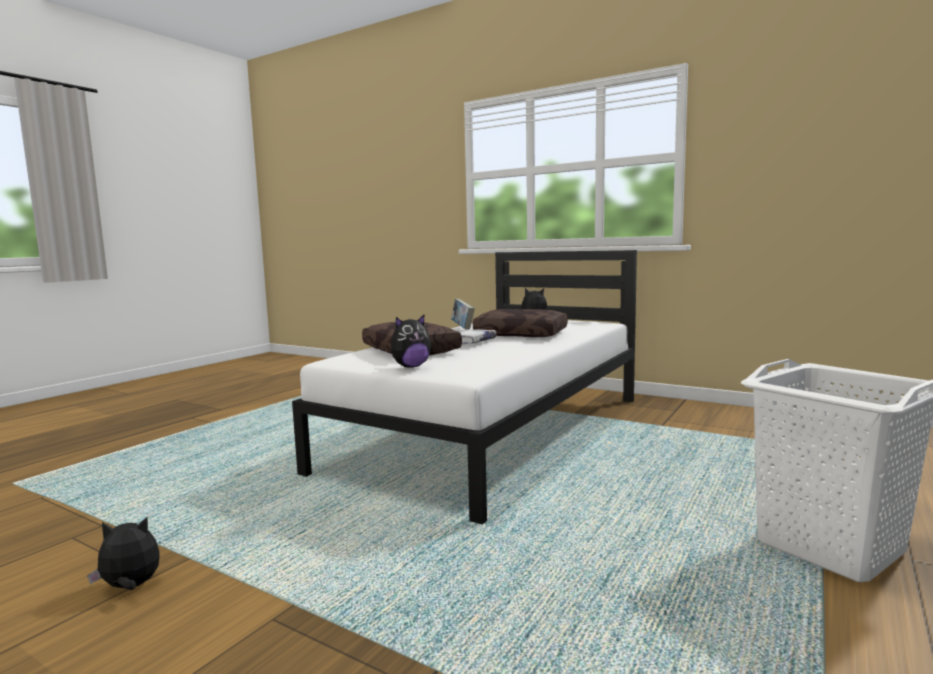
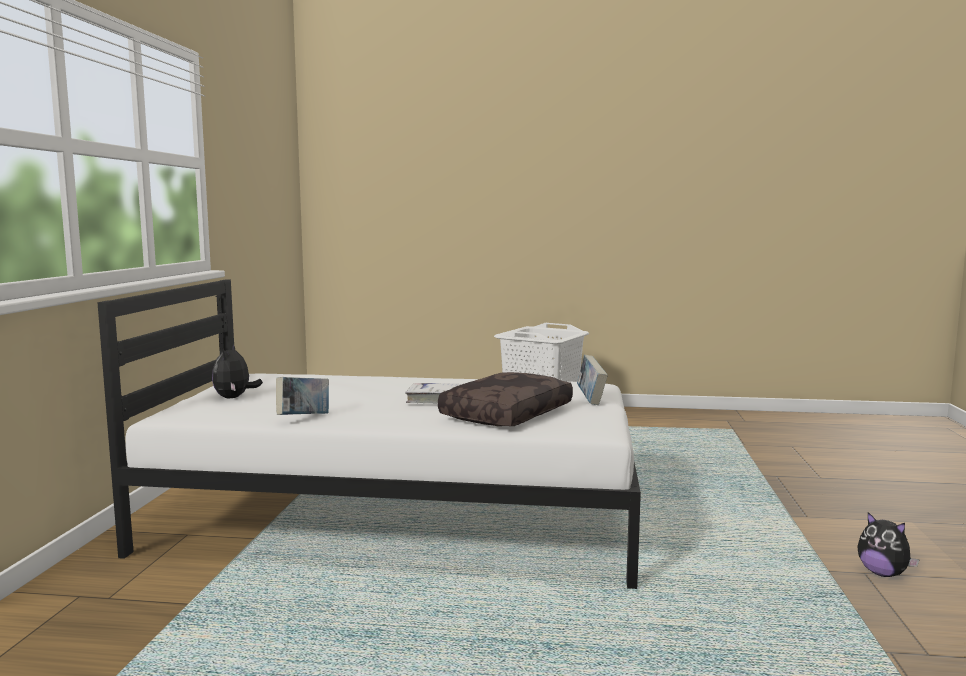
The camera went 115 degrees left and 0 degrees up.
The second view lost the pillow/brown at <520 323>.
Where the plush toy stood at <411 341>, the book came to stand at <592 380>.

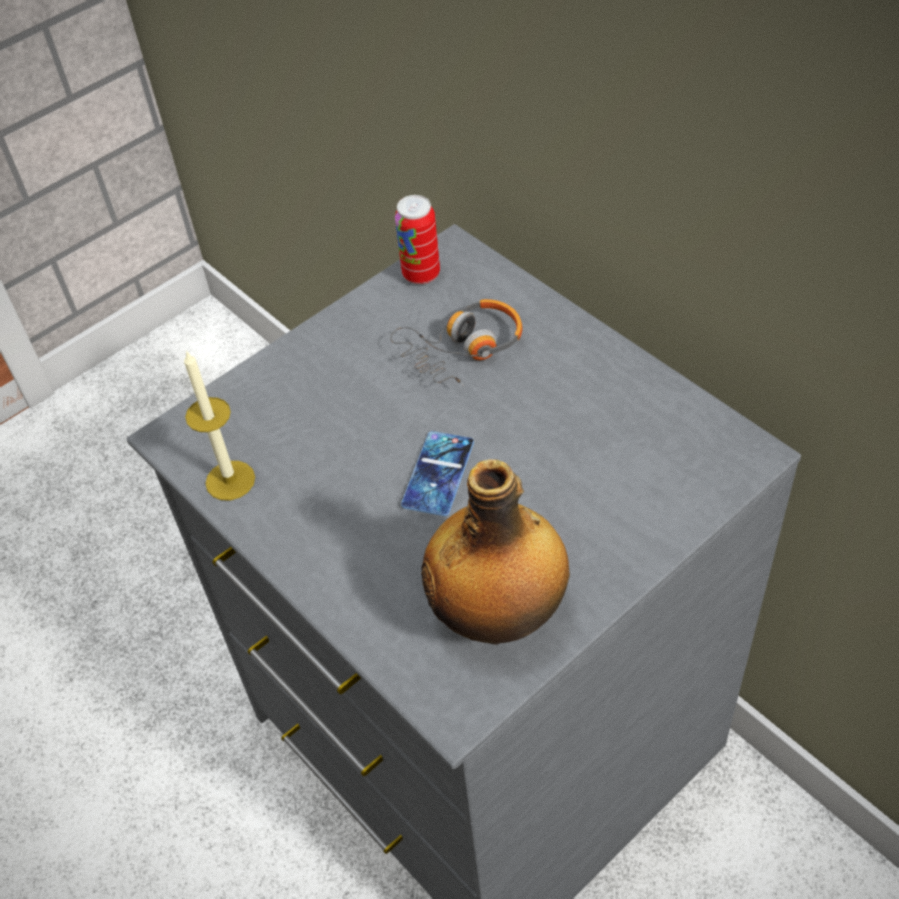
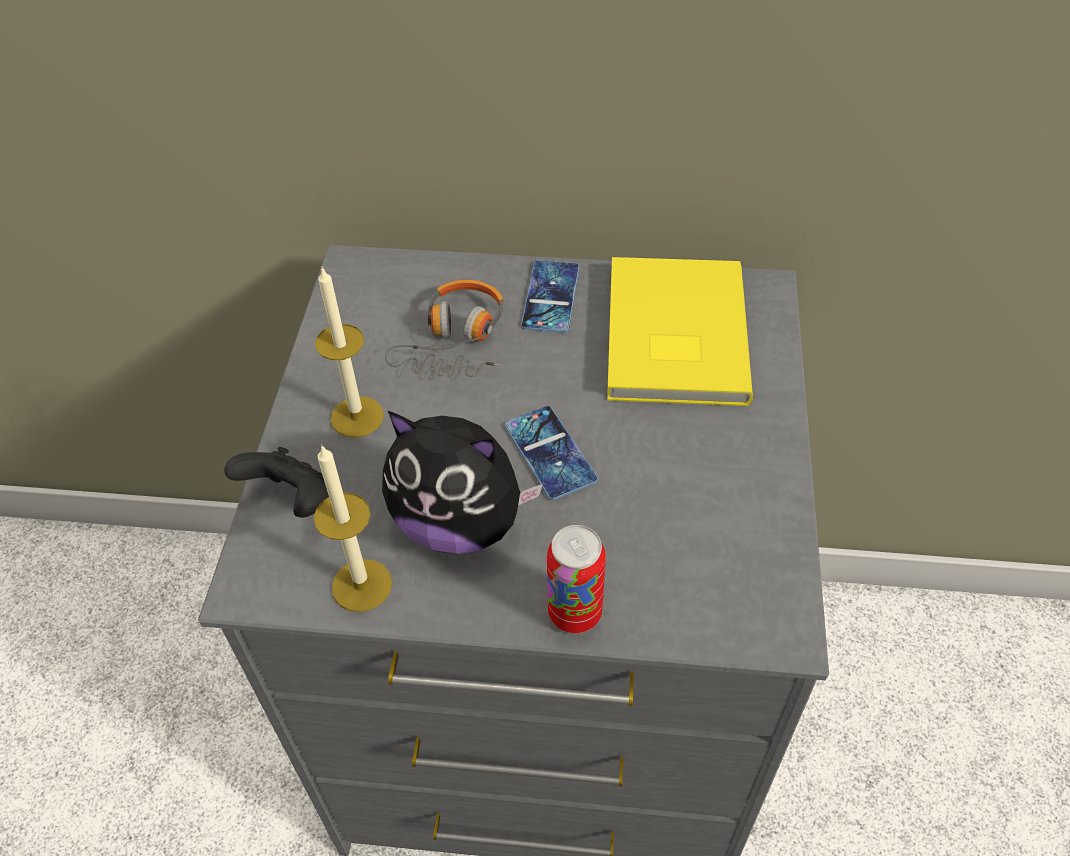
The camera went 45 degrees left and 0 degrees up.
The can ended up elsewhere, having gone from <417 240> to <576 579>.
The second view lost the bottle at <495 552>.
The second view gained the book/yellow at <680 331>.
The second view gained the phone at <550 296>.
The second view gained the candle at <349 352>.
The second view gained the plush toy at <462 482>.
The second view gained the game controller/black at <276 482>.

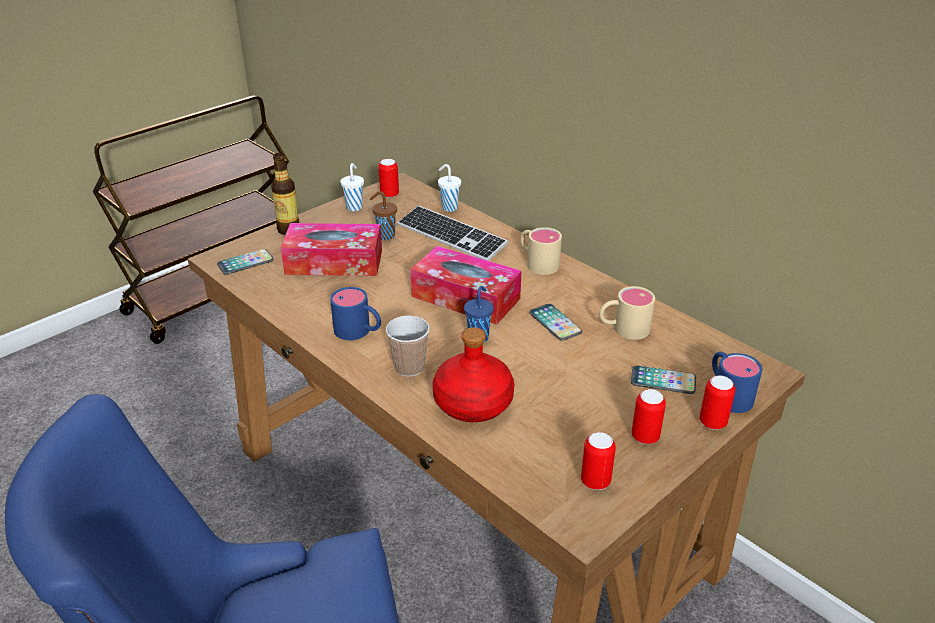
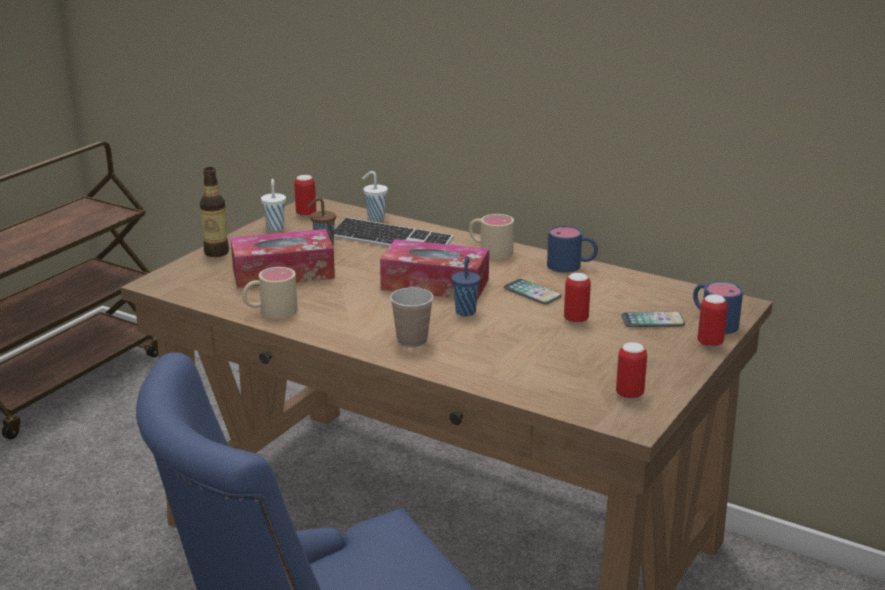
The camera went 15 degrees left and 10 degrees down.
The second view lost the phone at <245 262>.
The mug/beige ended up elsewhere, having gone from <627 313> to <270 292>.
The mug/blue ended up elsewhere, having gone from <355 313> to <572 249>.
The second view lost the bottle/red at <473 374>.
The can ended up elsewhere, having gone from <649 416> to <577 298>.

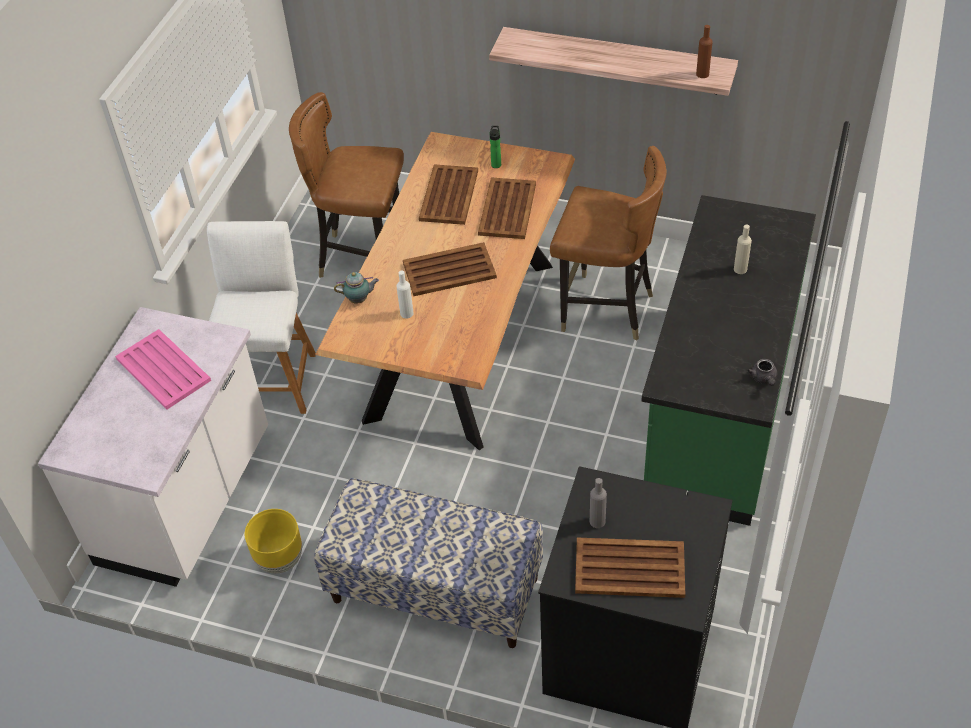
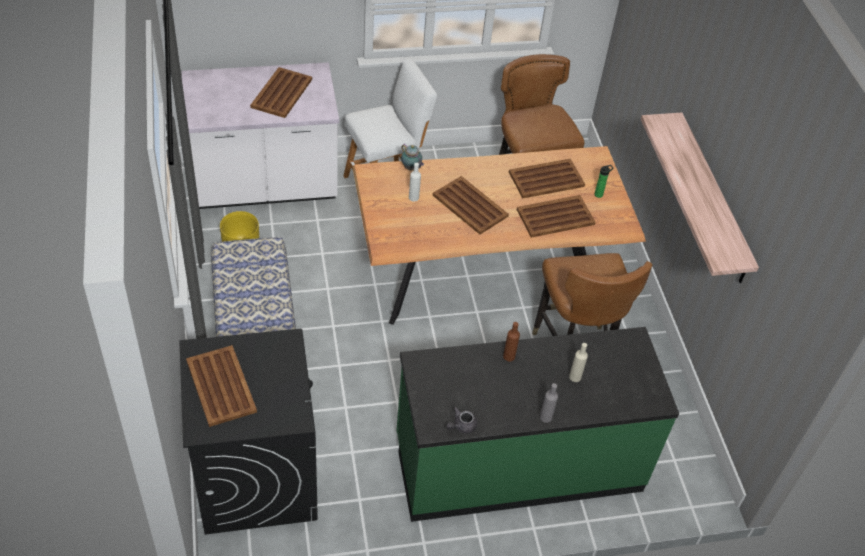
The camera went 55 degrees right and 0 degrees up.
The bottle/brown ended up elsewhere, having gone from <704 51> to <511 341>.
What was the tray/pink at <163 369> turned into the tray/brown at <281 92>.
The bottle/grey ended up elsewhere, having gone from <598 503> to <549 403>.

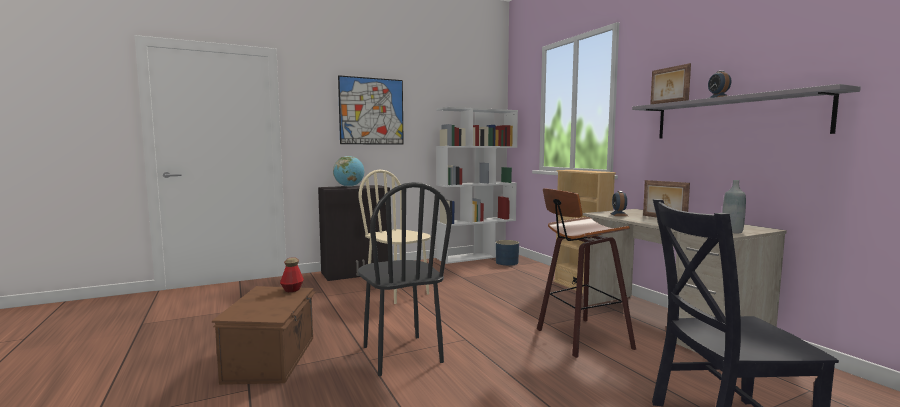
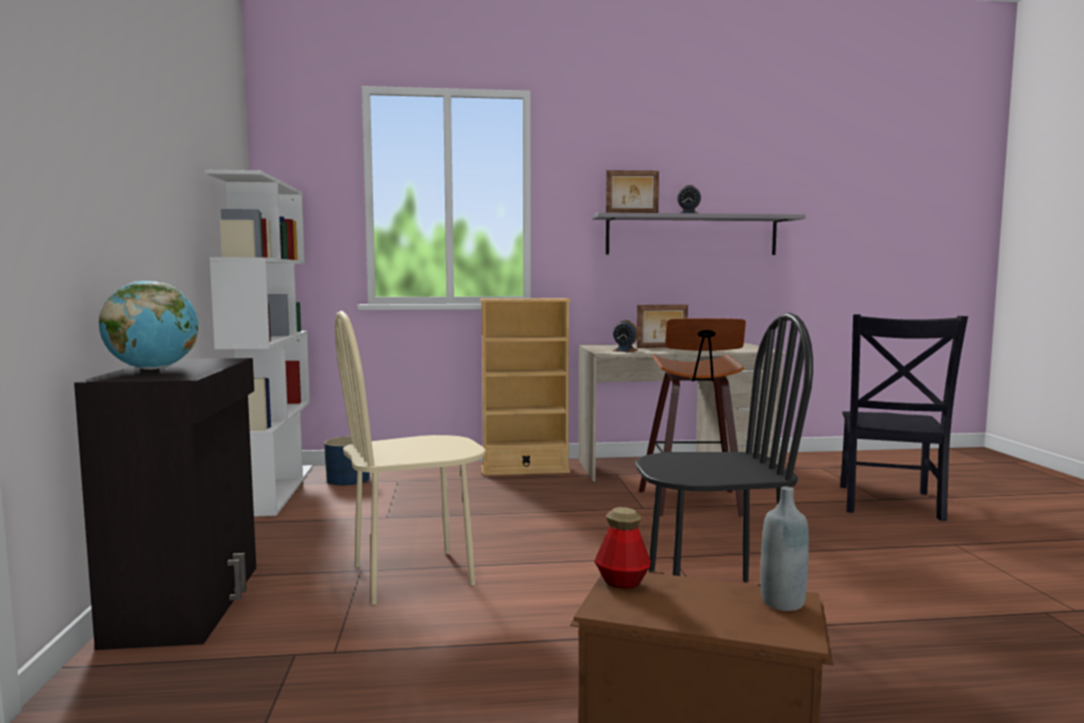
The camera went 70 degrees left and 0 degrees up.
The second view lost the picture at <371 110>.
The bottle/grey ended up elsewhere, having gone from <734 206> to <785 549>.

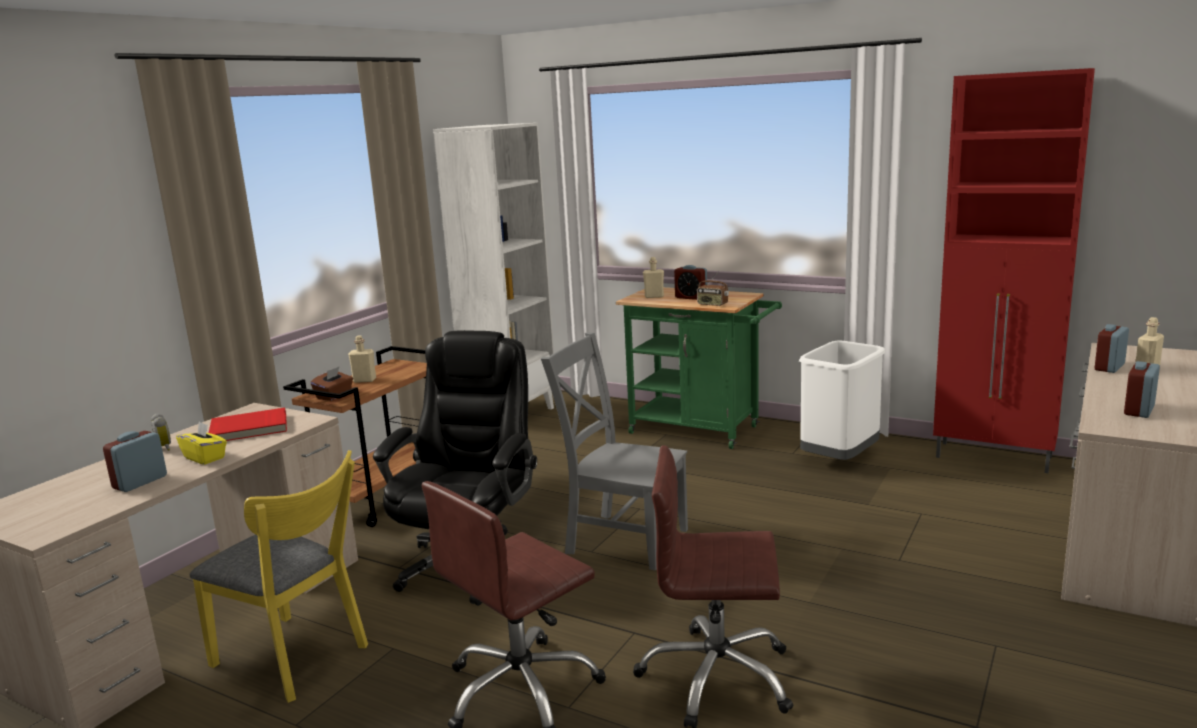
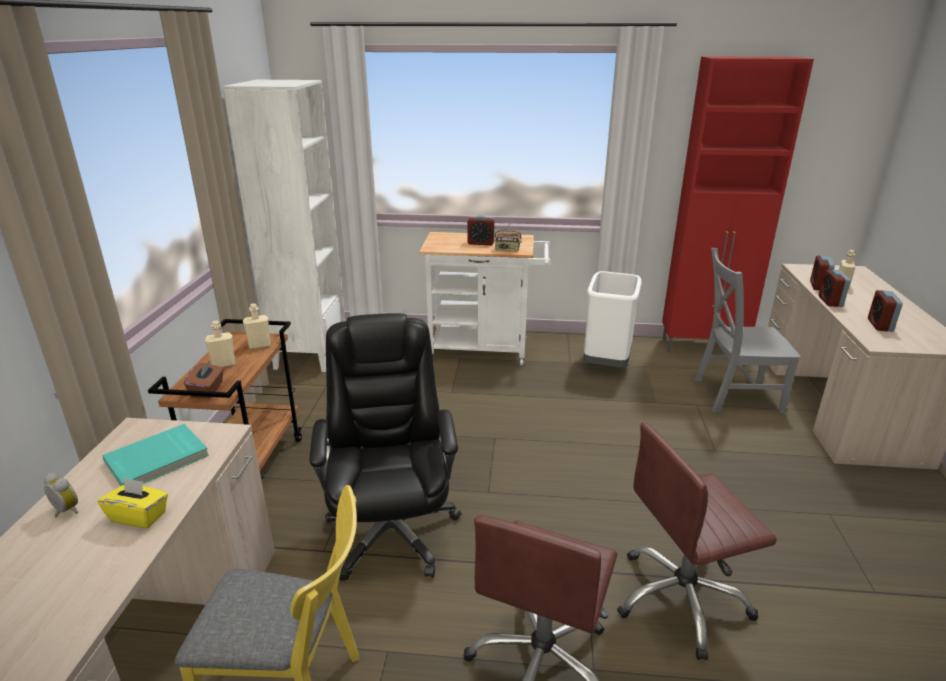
The camera went 25 degrees left and 10 degrees up.
The bottle/beige ended up elsewhere, having gone from <653 277> to <257 326>.
What was the cart/green at <699 368> turned into the cart/white at <485 299>.
The chair/grey ended up elsewhere, having gone from <614 451> to <748 330>.
What was the book/red at <248 424> turned into the book/turquoise at <155 455>.
The alarm clock ended up elsewhere, having gone from <135 461> to <835 288>.

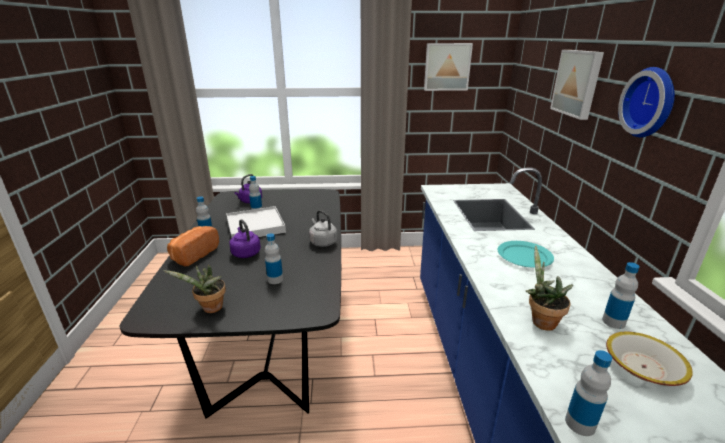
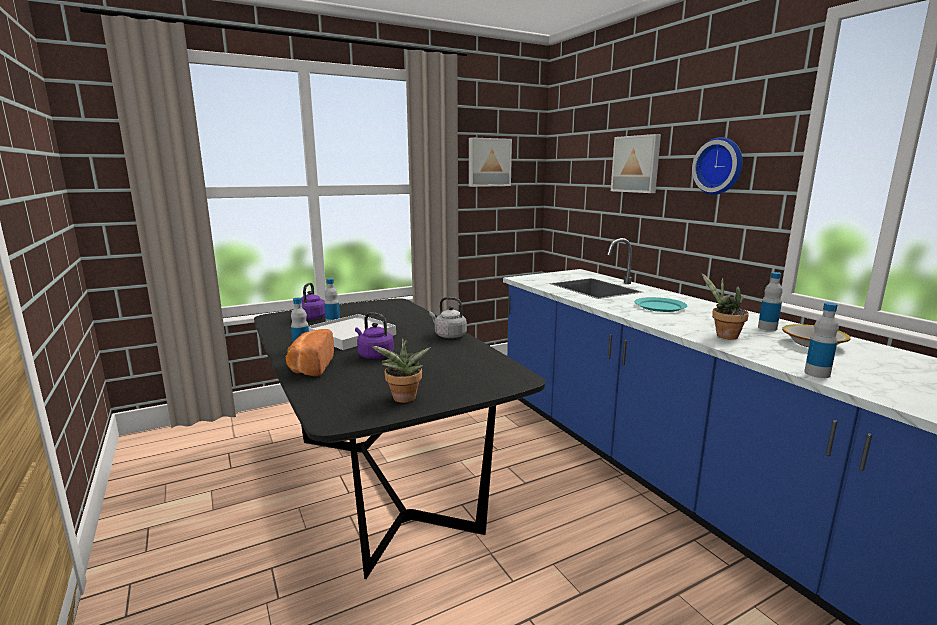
The camera went 25 degrees left and 10 degrees down.
The second view lost the bottle at <274 258>.

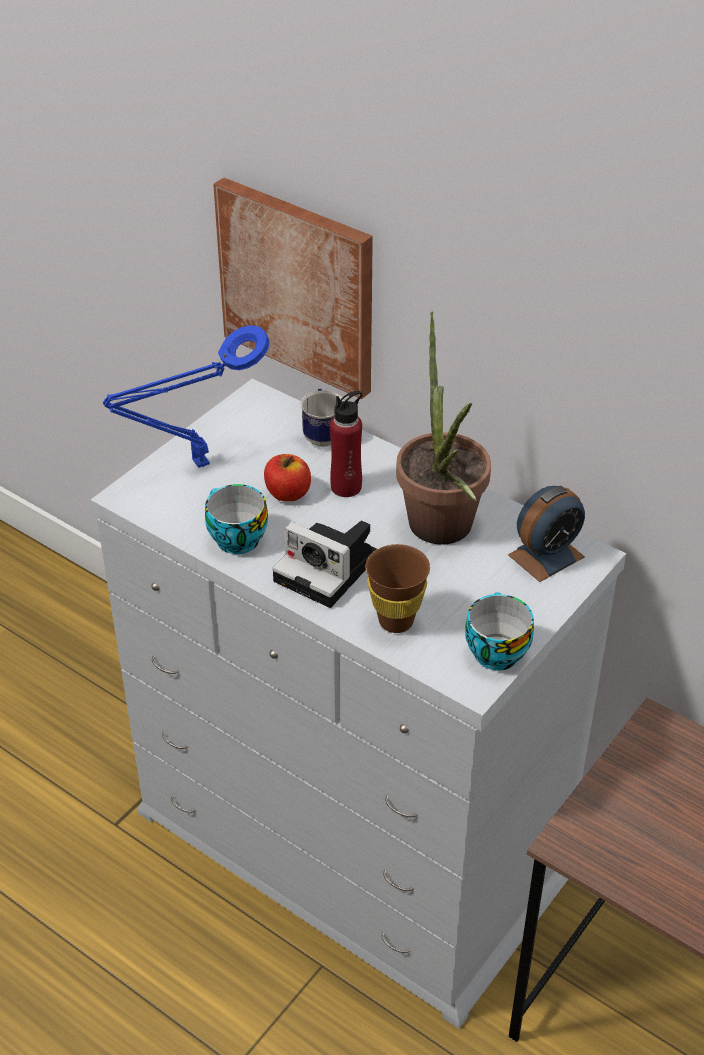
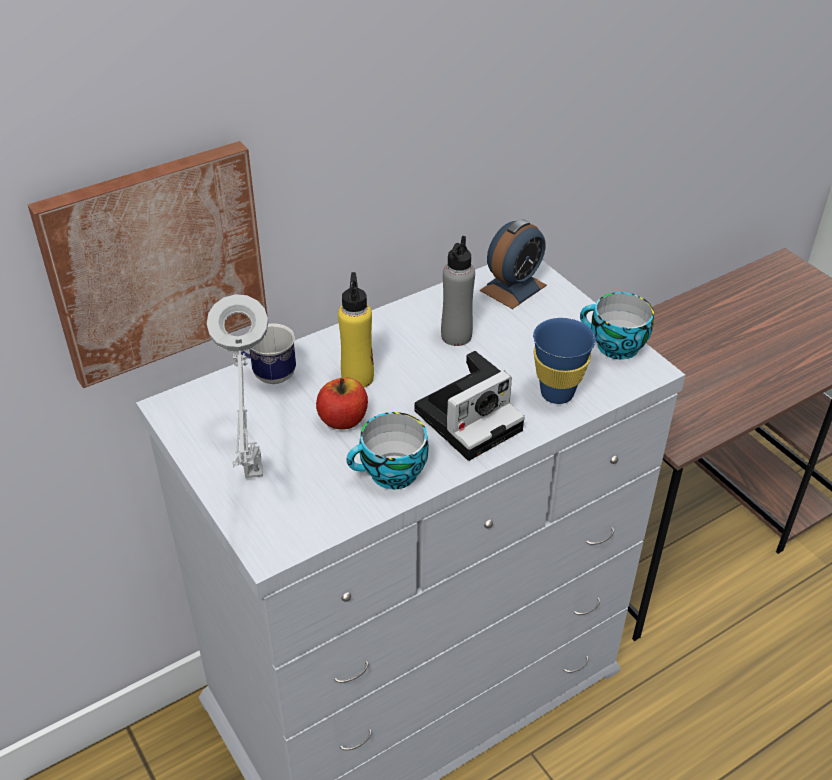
The camera went 70 degrees left and 0 degrees up.
Where the potted plant stood at <443 428>, the bottle/grey came to stand at <458 291>.
What was the table lamp/blue at <186 396> turned into the table lamp/grey at <237 386>.
What was the bottle/red at <346 444> turned into the bottle/yellow at <356 330>.
The alarm clock at <546 534> ended up facing another way, 60 degrees clockwise from before.
What was the cup/brown at <398 588> turned into the cup/blue at <564 361>.

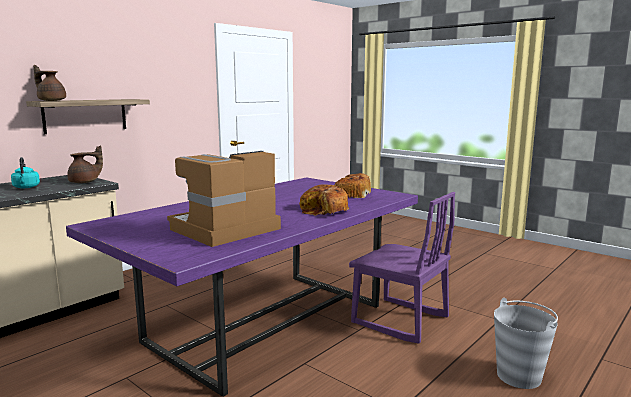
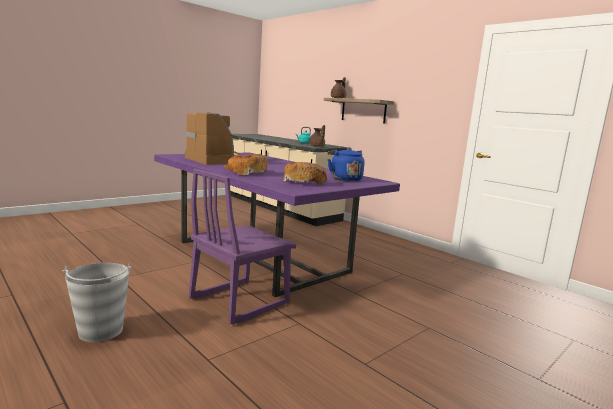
The camera went 95 degrees right and 0 degrees up.
The second view gained the kettle/blue at <346 164>.

